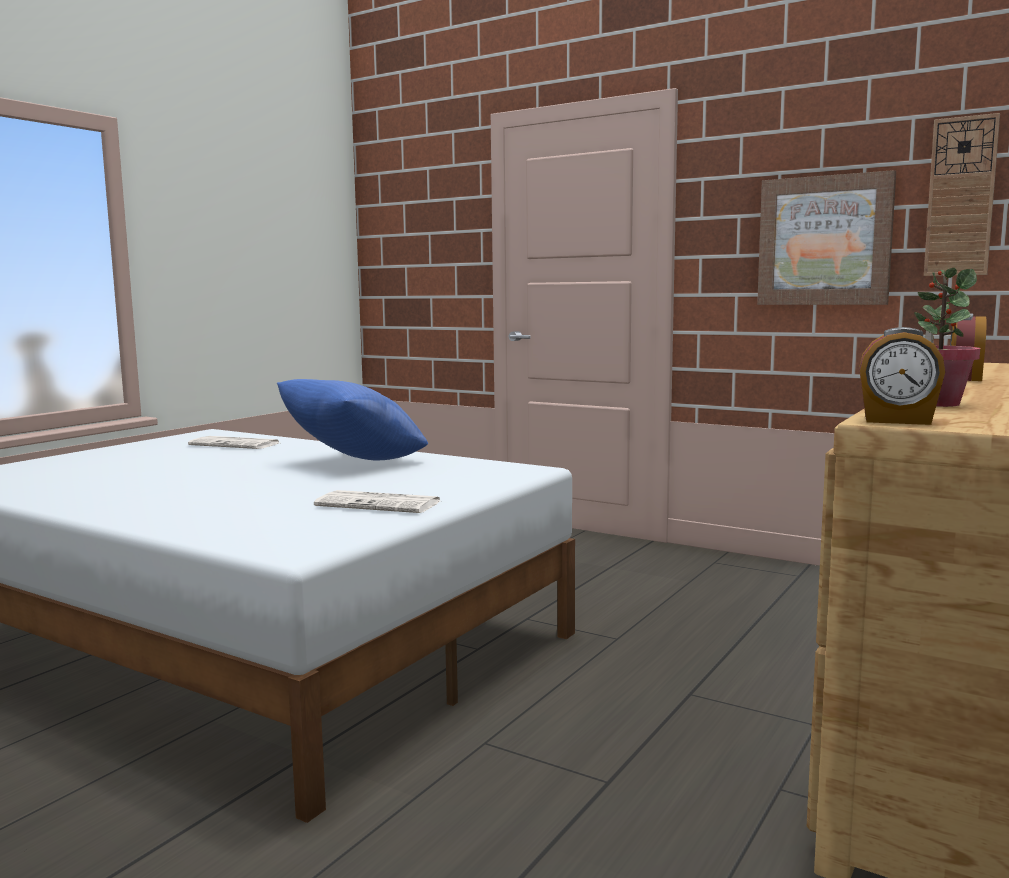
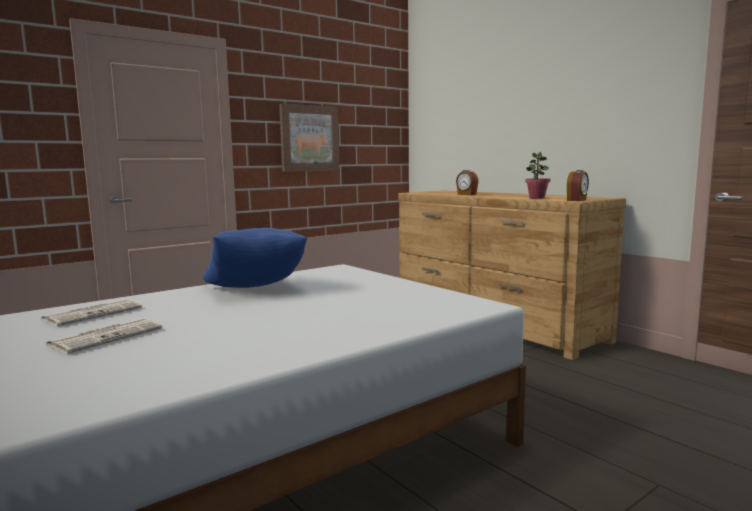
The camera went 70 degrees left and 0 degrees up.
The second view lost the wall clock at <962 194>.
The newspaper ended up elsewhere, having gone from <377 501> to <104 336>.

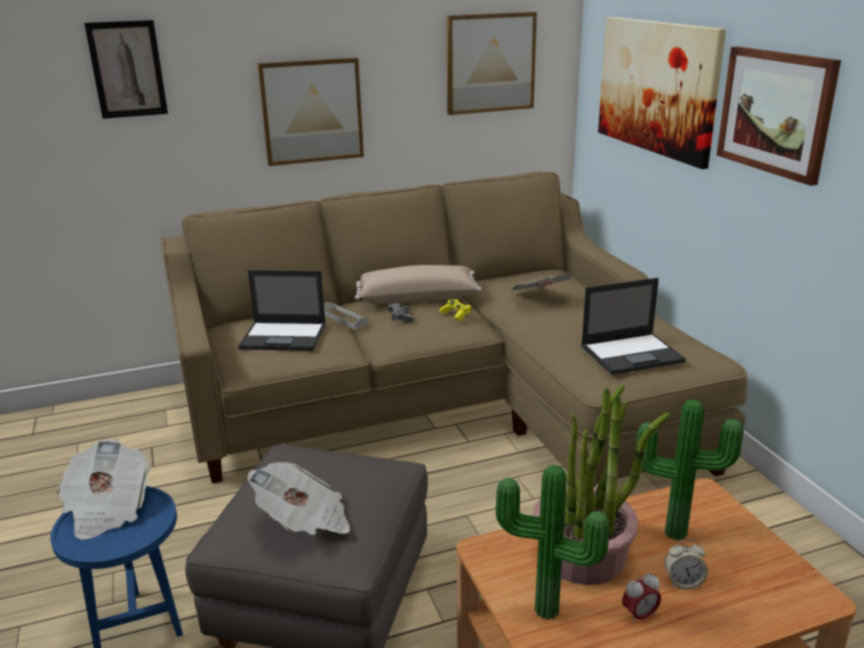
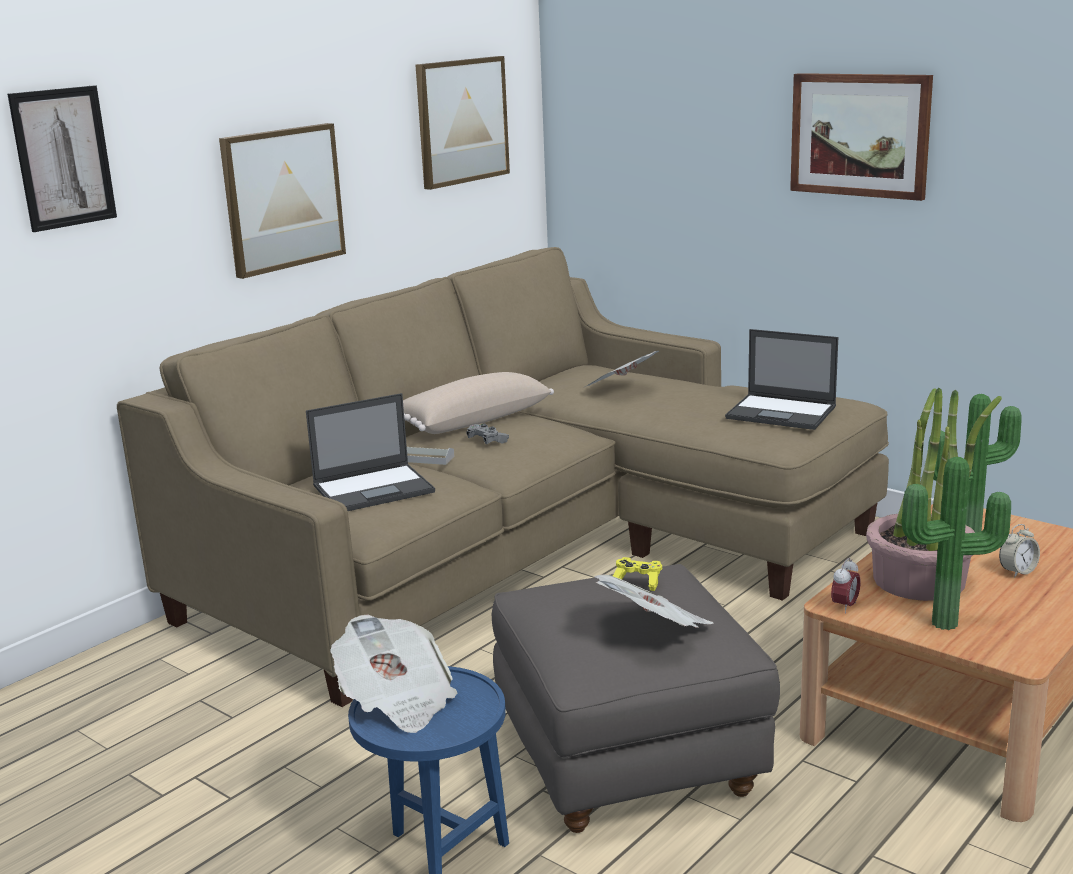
The camera went 30 degrees left and 5 degrees down.
The second view lost the picture at <662 93>.
The laptop at <633 326> ended up facing another way, 75 degrees clockwise from before.
The game controller/yellow ended up elsewhere, having gone from <455 310> to <637 574>.
The alarm clock ended up elsewhere, having gone from <641 598> to <846 586>.

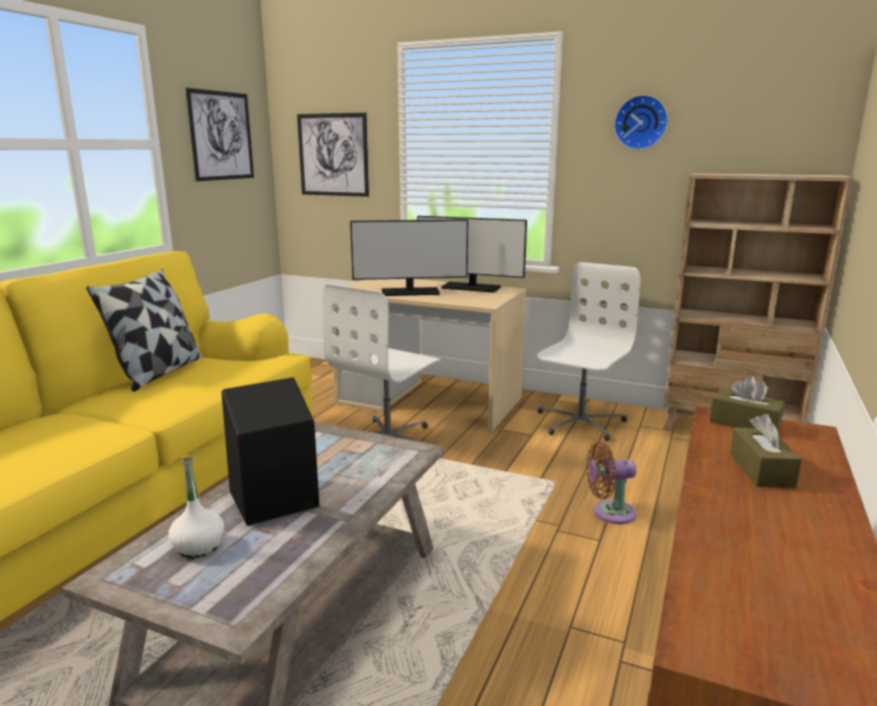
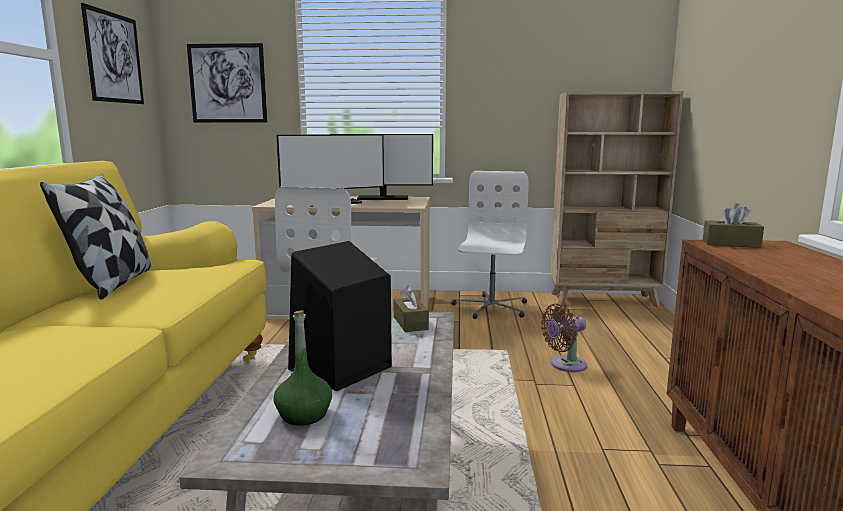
The camera went 20 degrees left and 5 degrees down.
The second view lost the wall clock at <641 122>.
The tissue box/brown ended up elsewhere, having gone from <766 451> to <411 309>.
What was the bottle/white at <196 506> turned into the bottle/green at <302 368>.

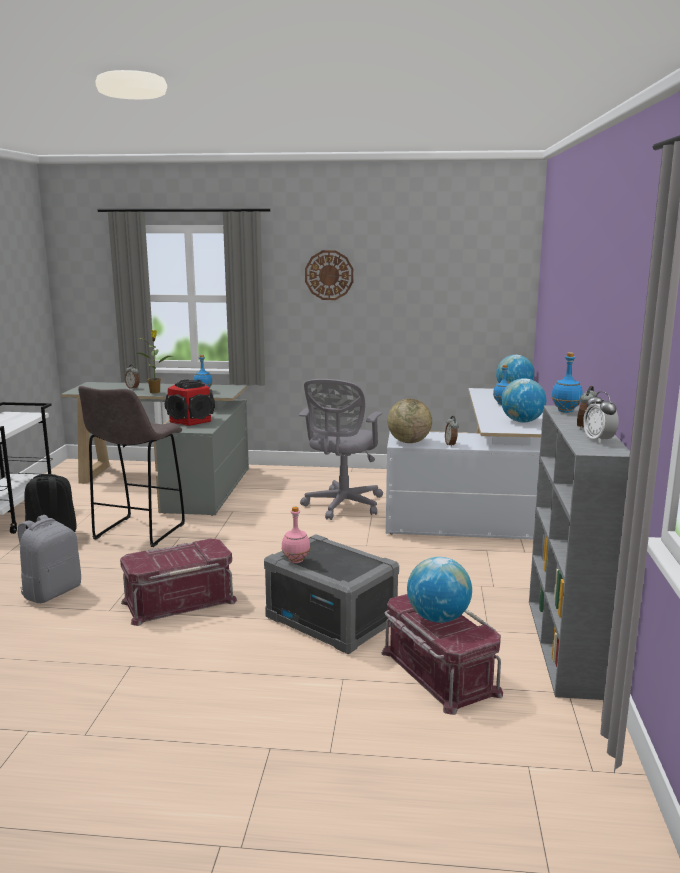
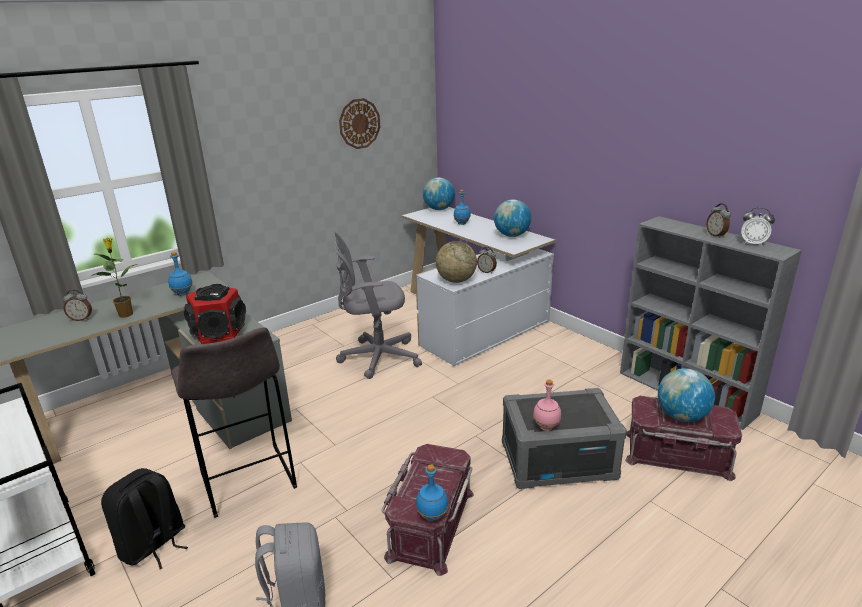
The camera went 45 degrees left and 10 degrees up.
The wall clock ended up elsewhere, having gone from <329 275> to <359 123>.
The bottle/blue ended up elsewhere, having gone from <567 382> to <432 493>.
The office chair/grey at <341 449> ended up facing another way, 105 degrees clockwise from before.

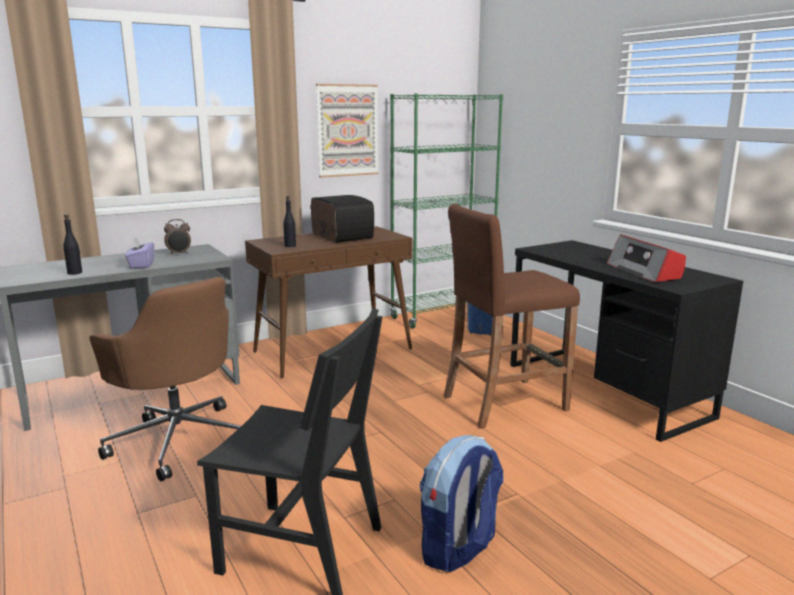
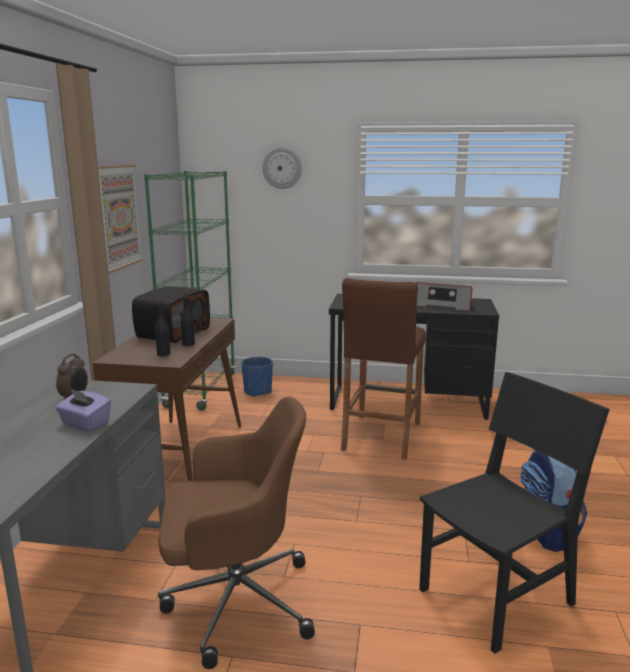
The camera went 50 degrees left and 0 degrees up.
The radio at <342 219> ended up facing another way, 105 degrees clockwise from before.
The bottle/black ended up elsewhere, having gone from <72 244> to <188 319>.
The second view gained the wall clock at <282 168>.

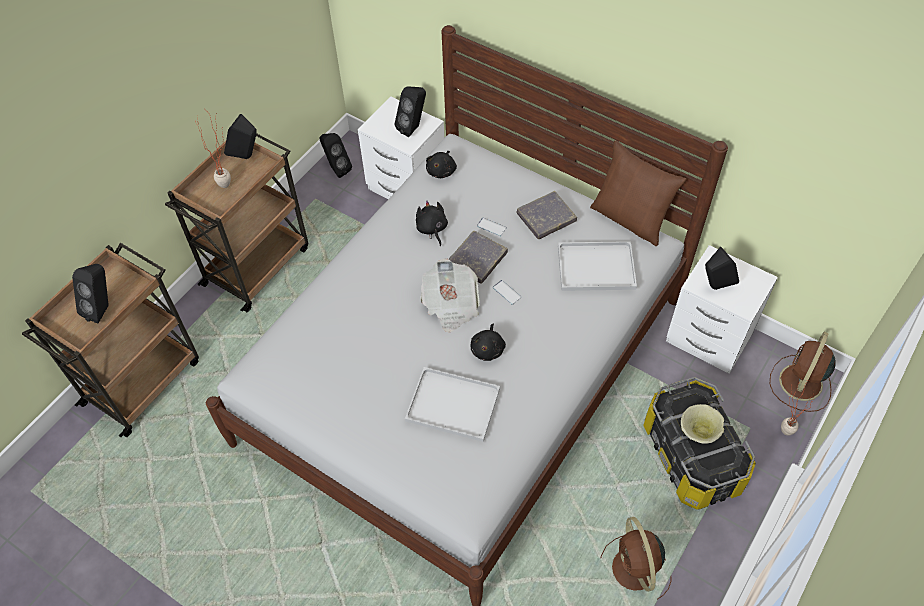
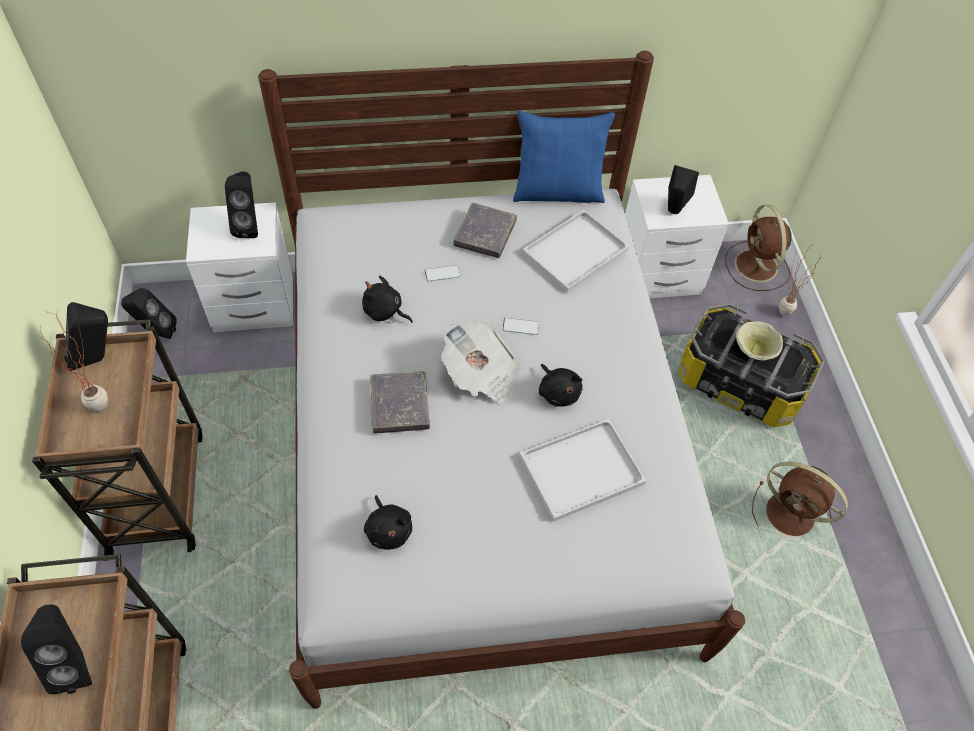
The camera went 45 degrees left and 0 degrees up.
What was the pillow/brown at <638 193> turned into the pillow/blue at <564 157>.
The plush toy/black ended up elsewhere, having gone from <441 164> to <388 522>.
The book/grey ended up elsewhere, having gone from <478 257> to <400 402>.

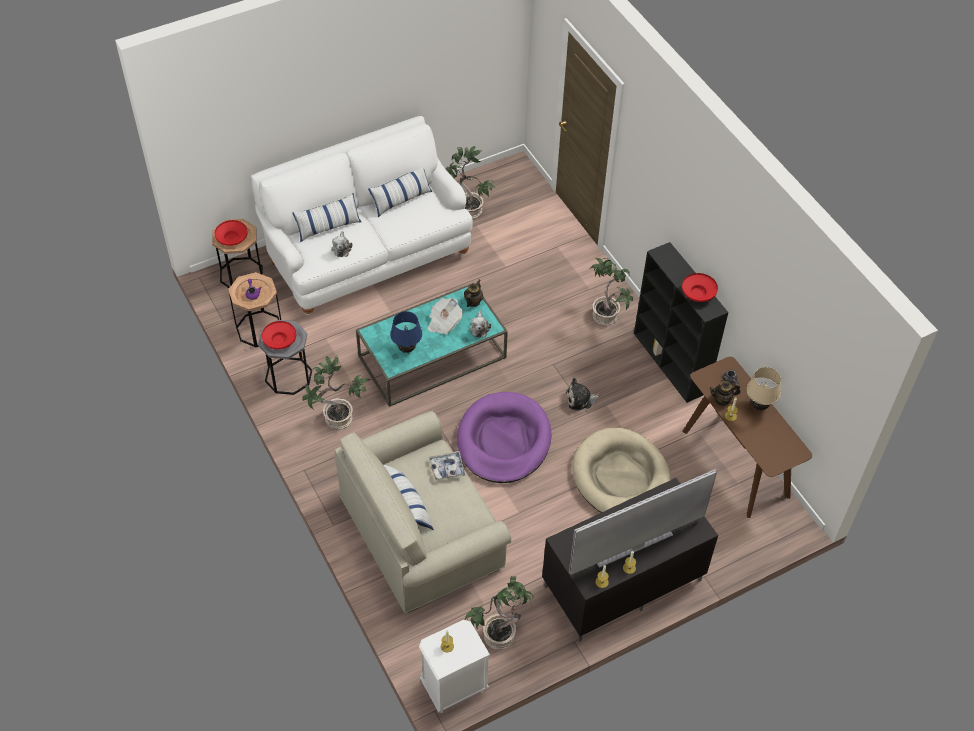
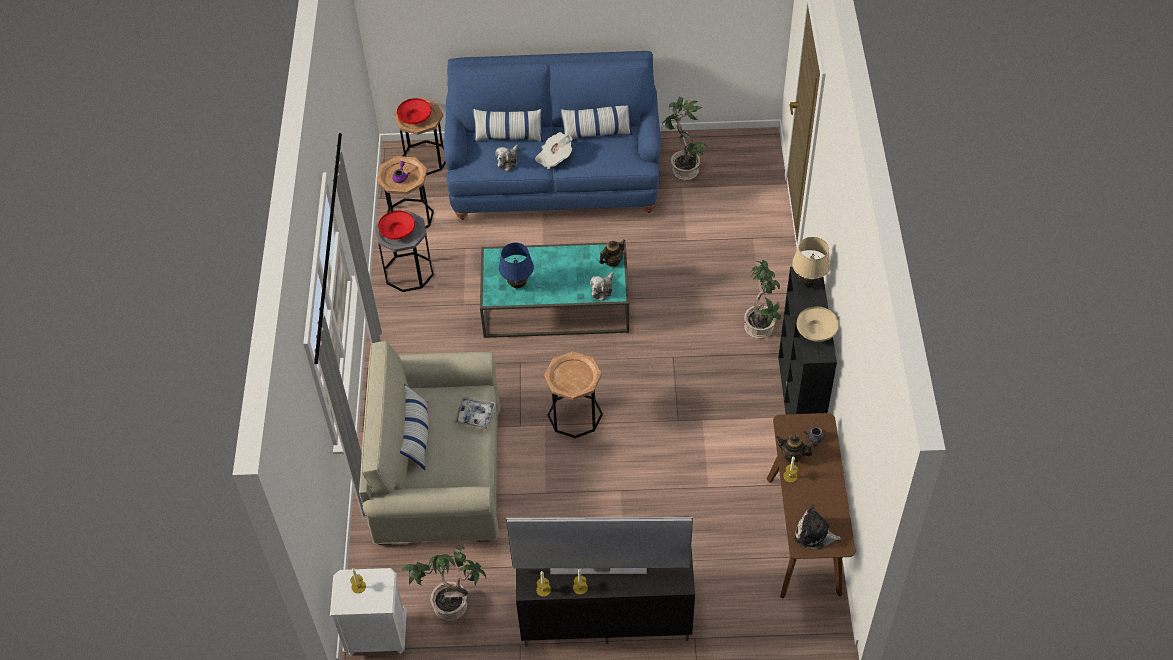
The camera went 30 degrees right and 0 degrees up.
What was the sofa/white at <362 215> turned into the sofa/blue at <552 135>.
What was the bowl/red at <700 287> turned into the bowl/beige at <818 324>.
The newspaper ended up elsewhere, having gone from <445 316> to <553 150>.
The second view lost the potted plant at <336 392>.
The table lamp/beige ended up elsewhere, having gone from <763 388> to <811 262>.
The plush toy ended up elsewhere, having gone from <583 394> to <817 527>.
Where the dog bed/purple stood at <504 437>, the side table/brown came to stand at <573 394>.
The second view lost the dog bed/beige at <621 470>.

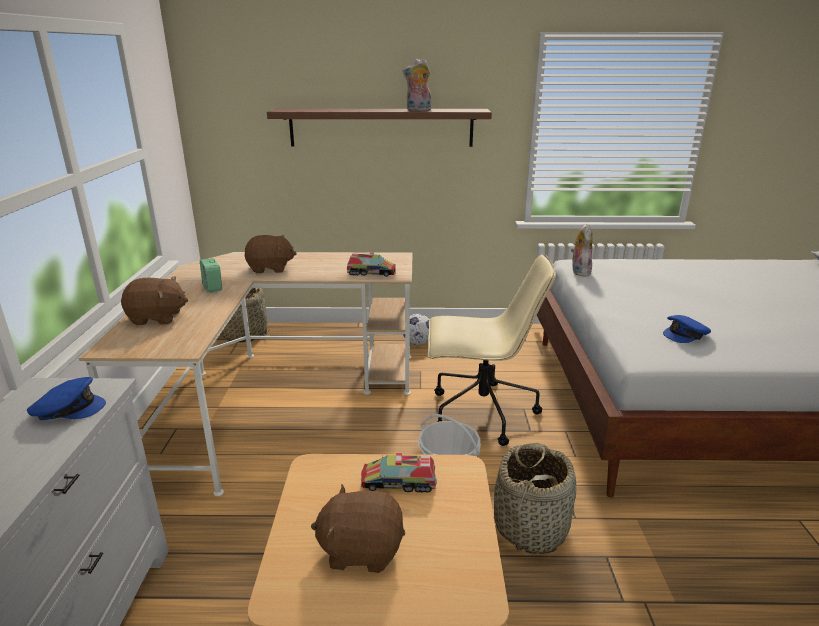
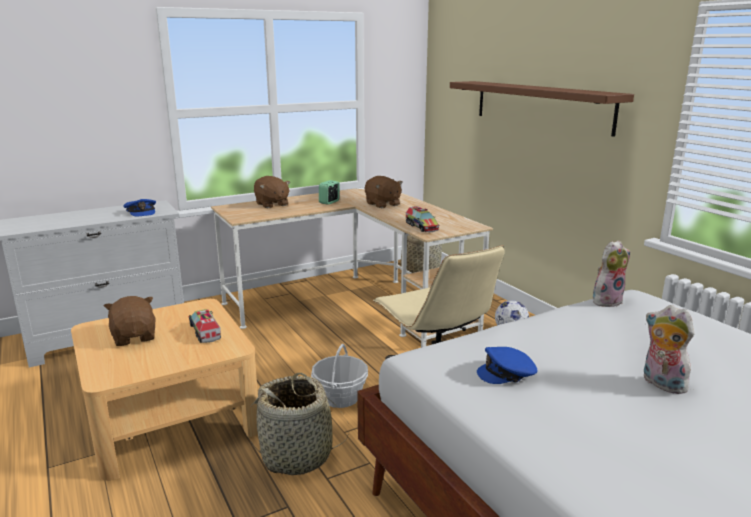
The camera went 60 degrees right and 5 degrees down.
The plush toy ended up elsewhere, having gone from <417 84> to <669 349>.
The cap/blue at <687 329> ended up facing another way, 45 degrees counterclockwise from before.

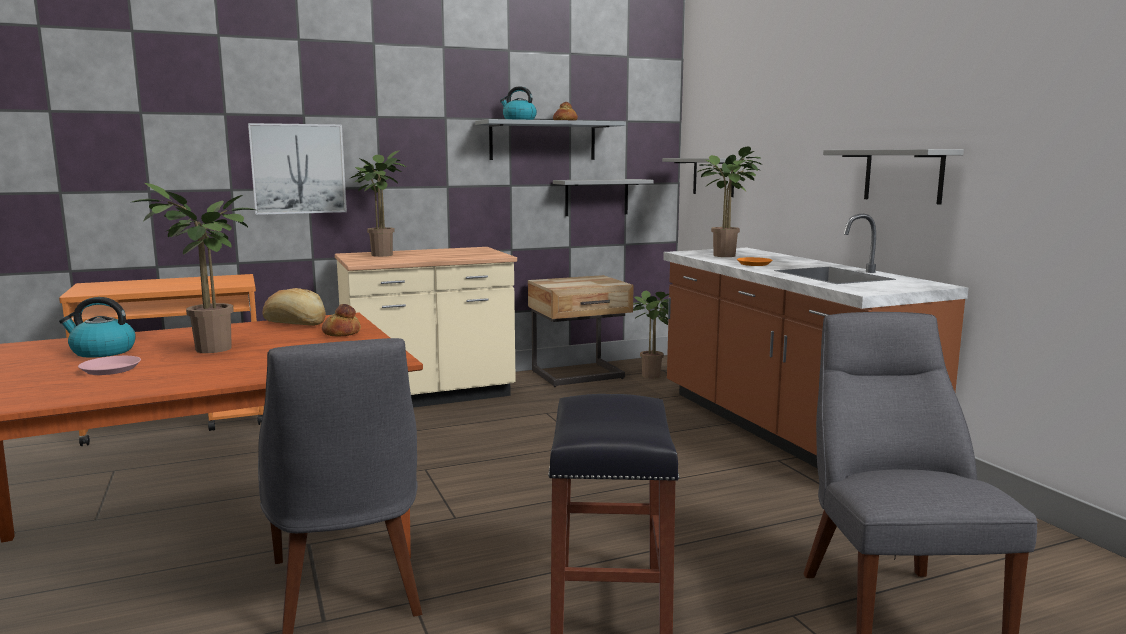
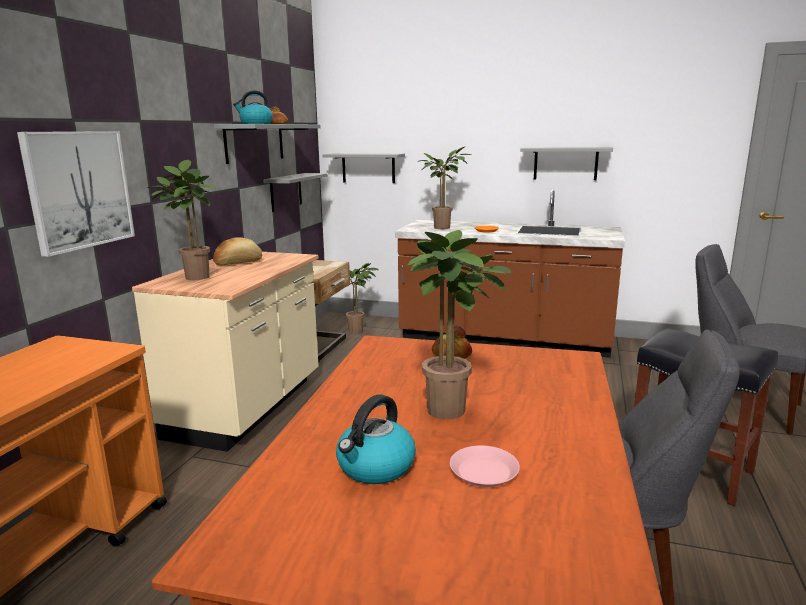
The camera went 50 degrees left and 5 degrees up.
The bread ended up elsewhere, having gone from <294 307> to <237 251>.

